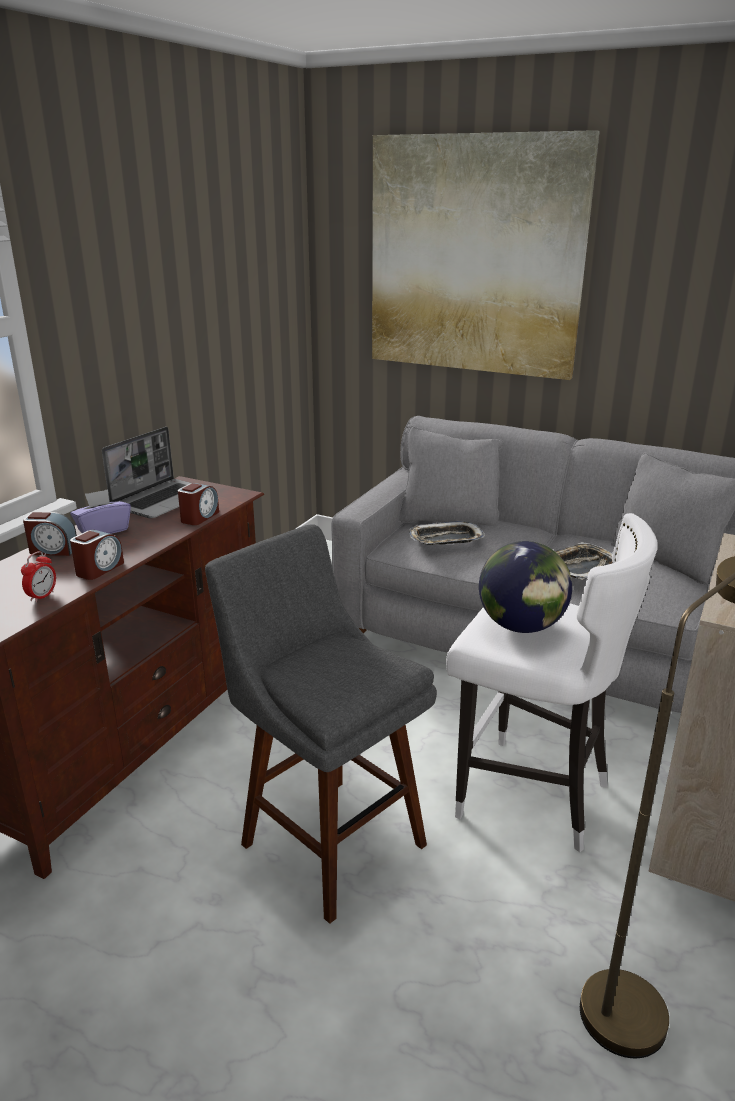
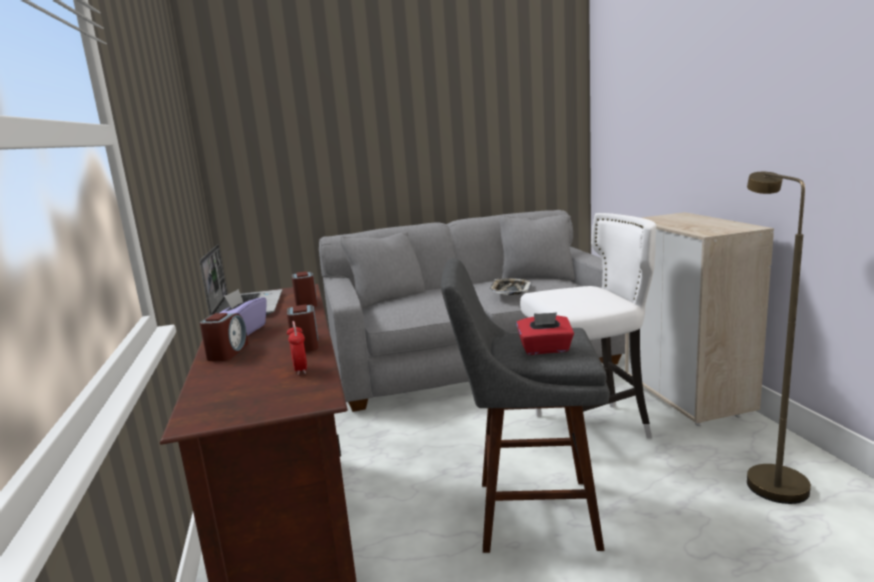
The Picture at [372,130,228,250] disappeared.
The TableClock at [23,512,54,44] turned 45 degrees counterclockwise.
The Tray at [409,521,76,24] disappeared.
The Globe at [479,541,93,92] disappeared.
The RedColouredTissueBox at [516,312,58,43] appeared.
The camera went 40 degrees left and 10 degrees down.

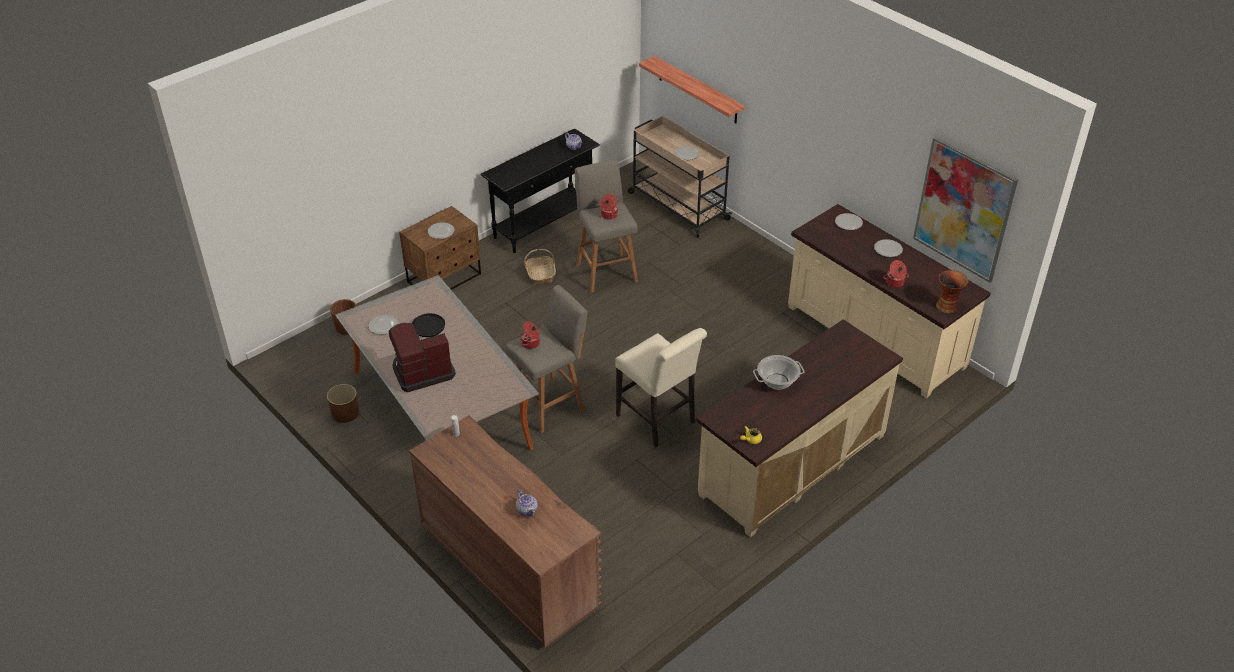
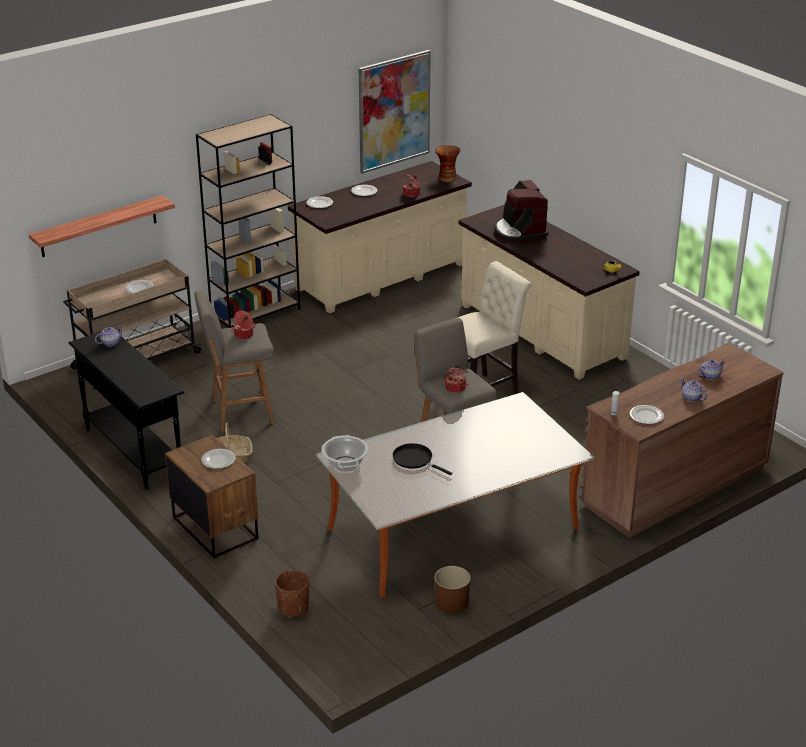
The FlatDish moved from [369,315,29,20] to [630,405,34,19].
The CoffeeMaker moved from [389,323,67,69] to [494,180,54,63].
The Saucepot moved from [753,355,52,35] to [321,435,47,36].
The SandColouredBookcase at [196,114,104,214] appeared.
The Teapot at [680,378,27,24] appeared.
The camera went 85 degrees left and 10 degrees down.

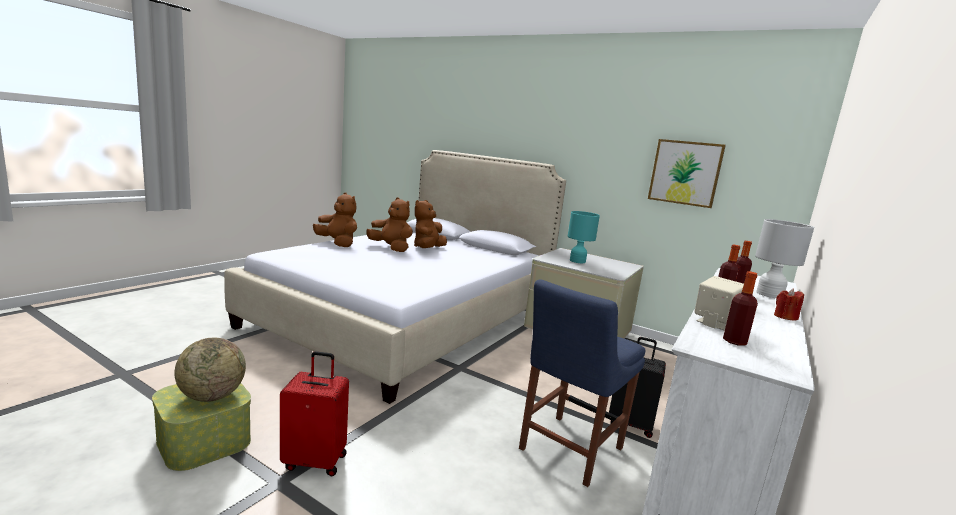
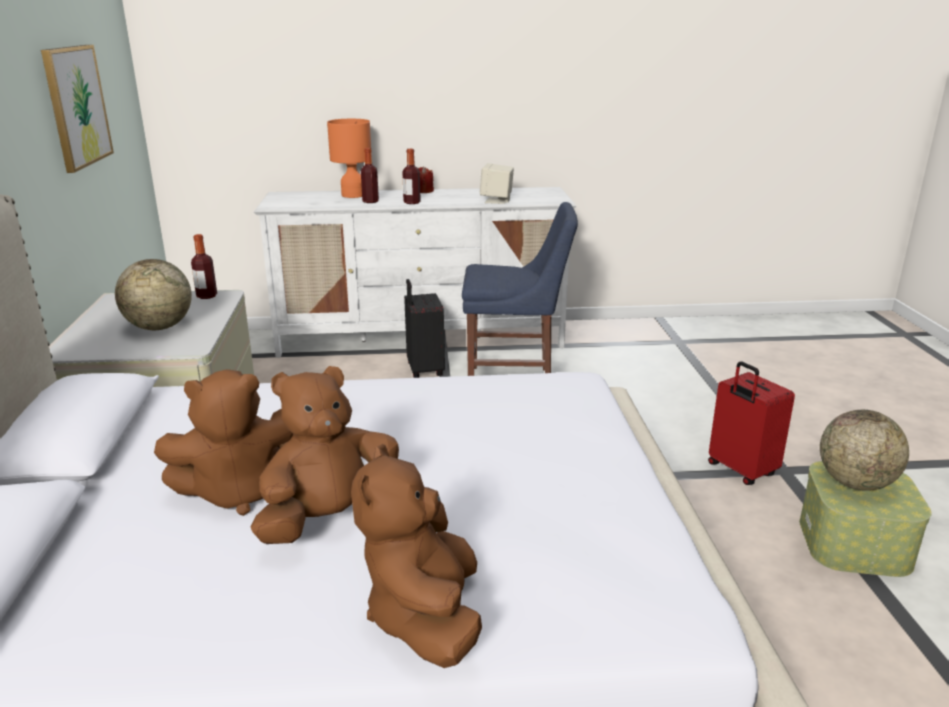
The BrownSoftToy at [366,197,47,55] turned 60 degrees clockwise.
The TurquoiseTabletopLamp at [568,211,32,52] was replaced by the Globe at [115,259,77,71].
The GreyishTabletopLamp at [755,219,59,79] became the OrangeColouredTabletopLamp at [327,119,44,79].
The BeverageBottle moved from [723,271,35,75] to [191,234,26,65].
The camera went 125 degrees left and 10 degrees up.

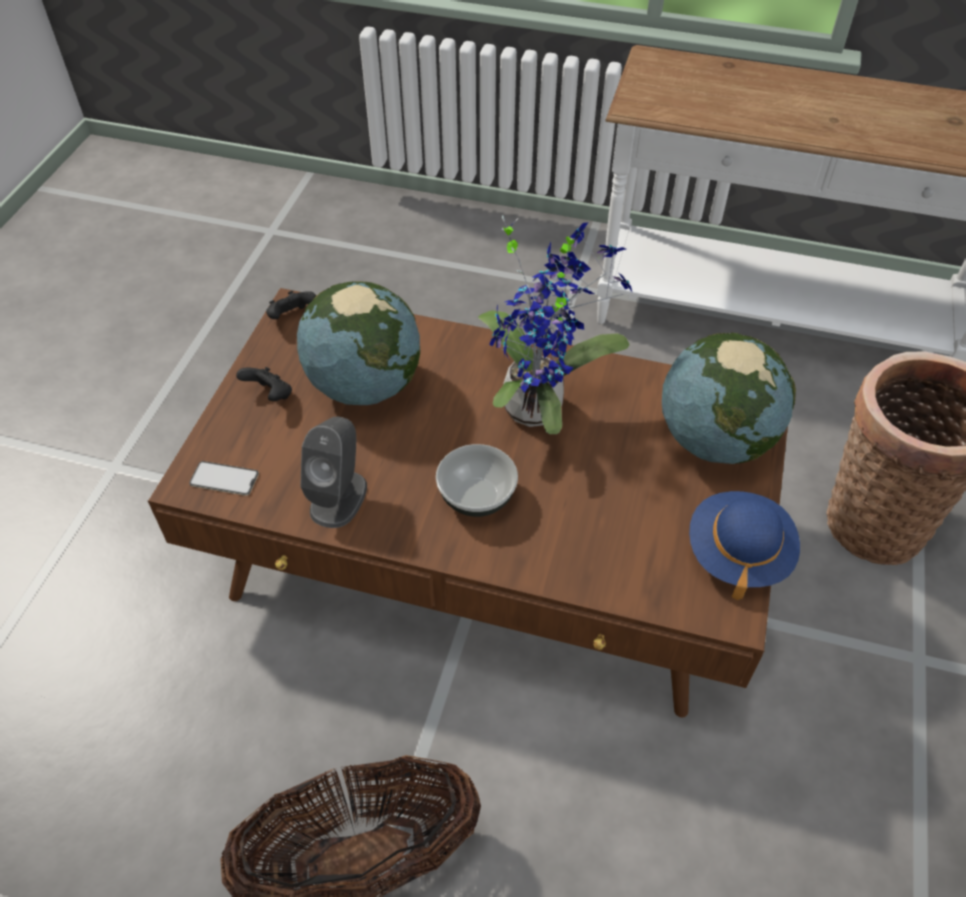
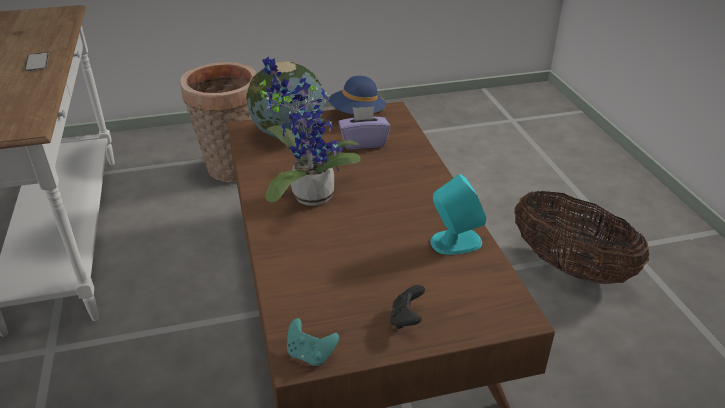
The Globe at [297,282,124,123] disappeared.
The BlackColouredJoypad at [266,291,50,28] became the TurquoiseJoypad at [287,318,52,48].
The GreyishAudioSpeaker at [300,417,67,111] became the TurquoiseAudioSpeaker at [431,174,55,81].
The DeepDish at [436,444,82,73] disappeared.
The Handset moved from [189,461,70,35] to [24,52,25,19].
The PurpleTissueBox at [338,106,52,43] appeared.
The camera went 120 degrees left and 15 degrees down.

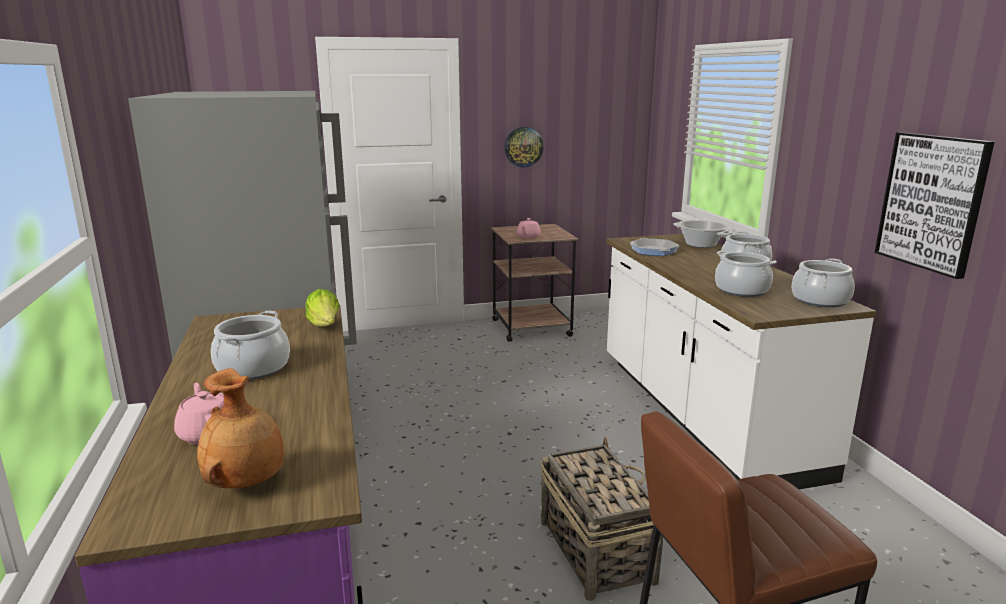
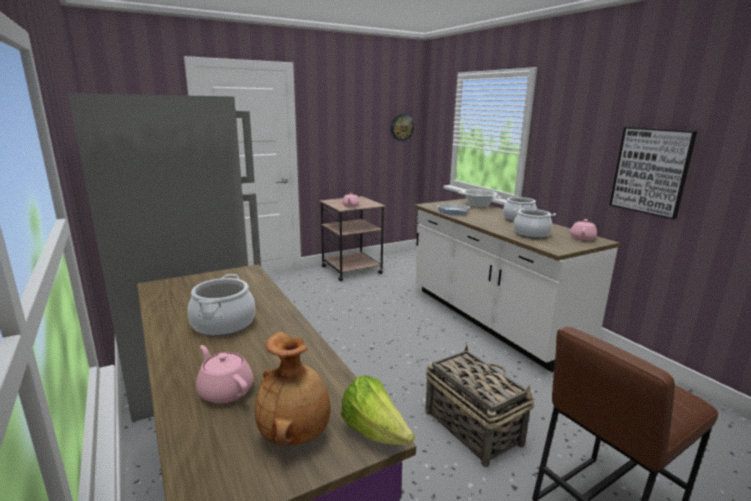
The HangingClock moved from [504,127,39,41] to [391,114,23,27].
The Saucepot at [791,258,64,49] was replaced by the PinkColouredTeapot at [570,219,27,22].
The LettuceHead moved from [305,289,35,38] to [341,375,74,70].
The camera went 15 degrees left and 0 degrees up.

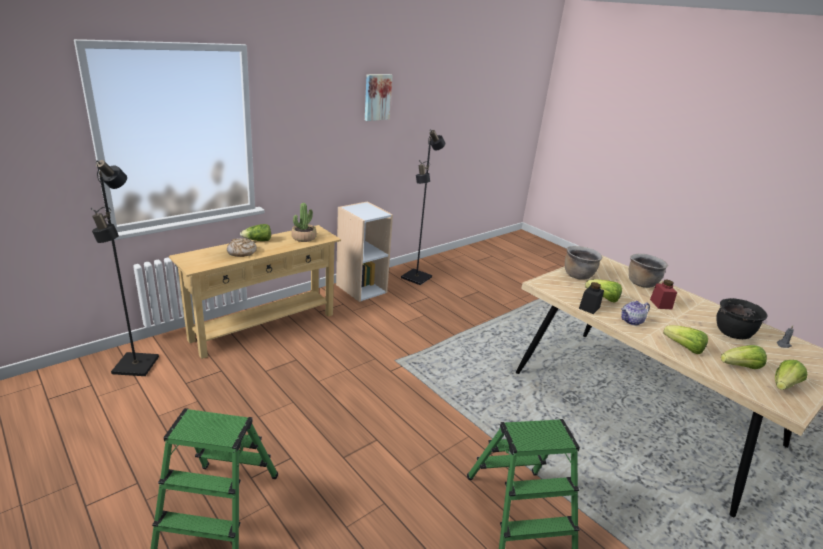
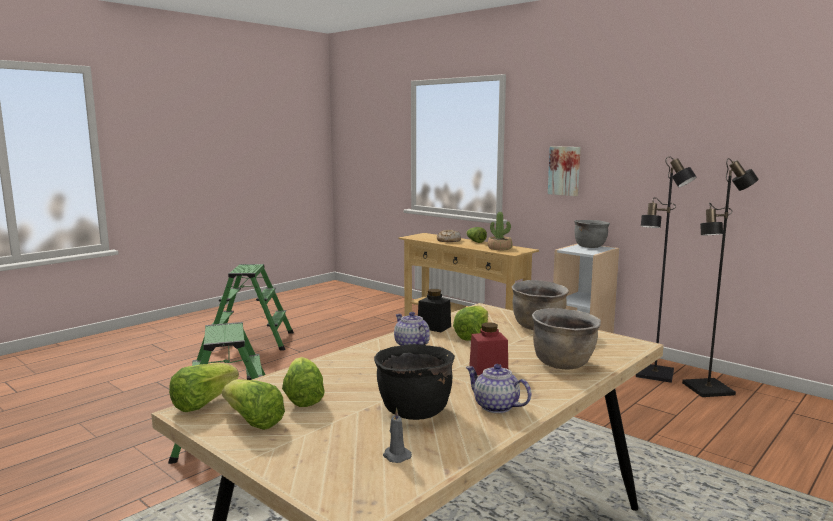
The Picture moved from [365,74,28,47] to [548,146,33,50].
The BlackColouredStandardLamp moved from [91,160,68,216] to [682,158,77,239].
The LettuceHead moved from [663,325,45,29] to [169,363,70,49].
The GreyishSaucepot at [574,220,36,28] appeared.
The Teapot at [466,364,65,49] appeared.
The camera went 85 degrees right and 15 degrees down.

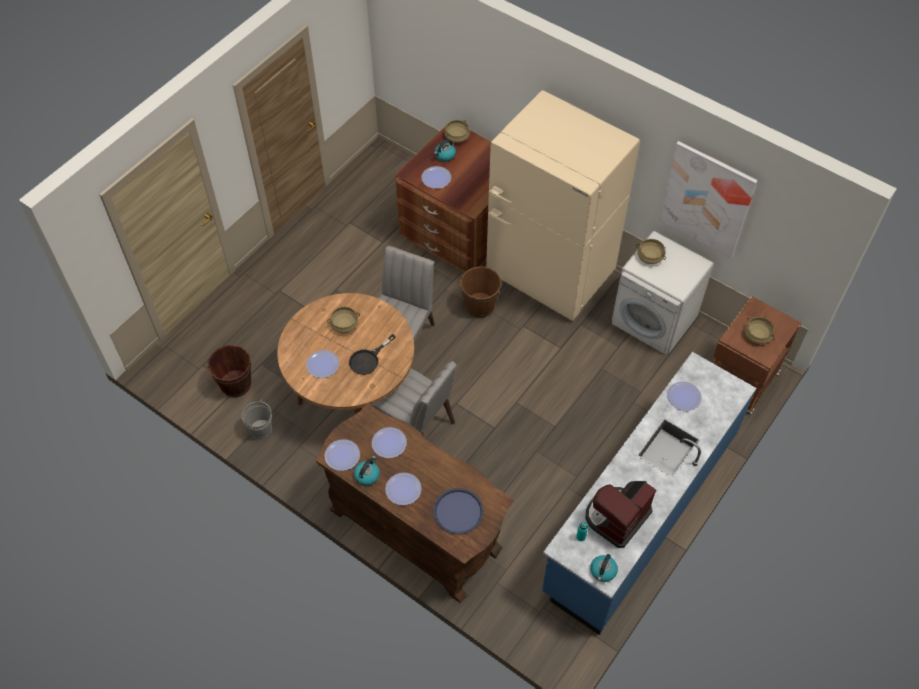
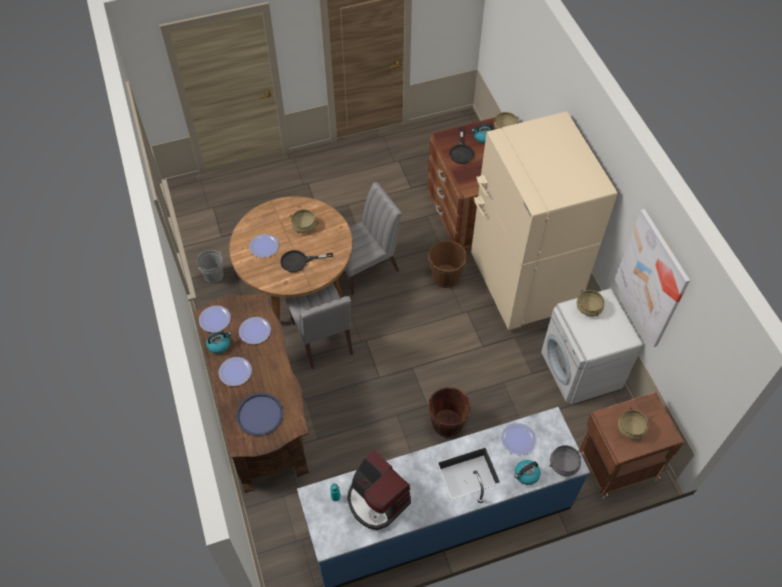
The FlatDish at [421,166,30,23] was replaced by the BlackColouredPan at [449,127,25,37].
The BrownWaterBucket moved from [207,345,45,52] to [428,387,43,51].
The CoffeeMaker at [585,481,71,67] turned 120 degrees counterclockwise.
The TeaKettle moved from [590,554,28,28] to [514,460,26,25].
The GreyishSaucepot at [549,445,32,31] appeared.
The camera went 35 degrees right and 0 degrees up.

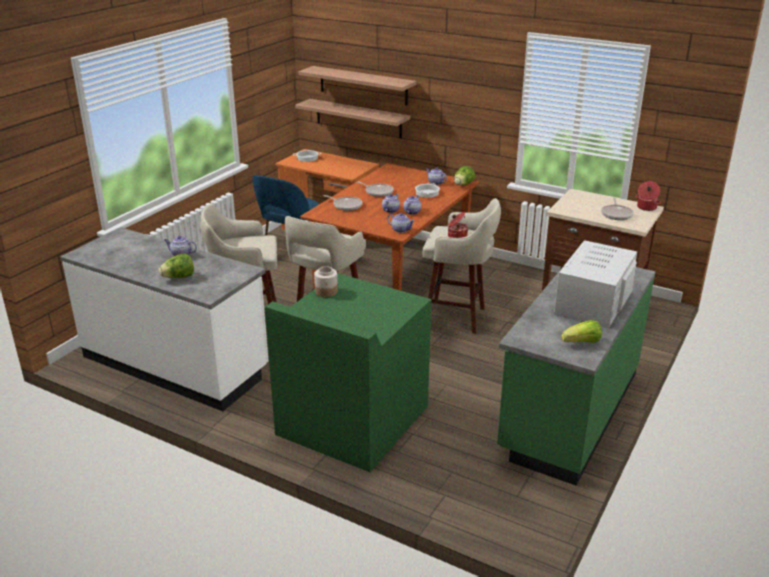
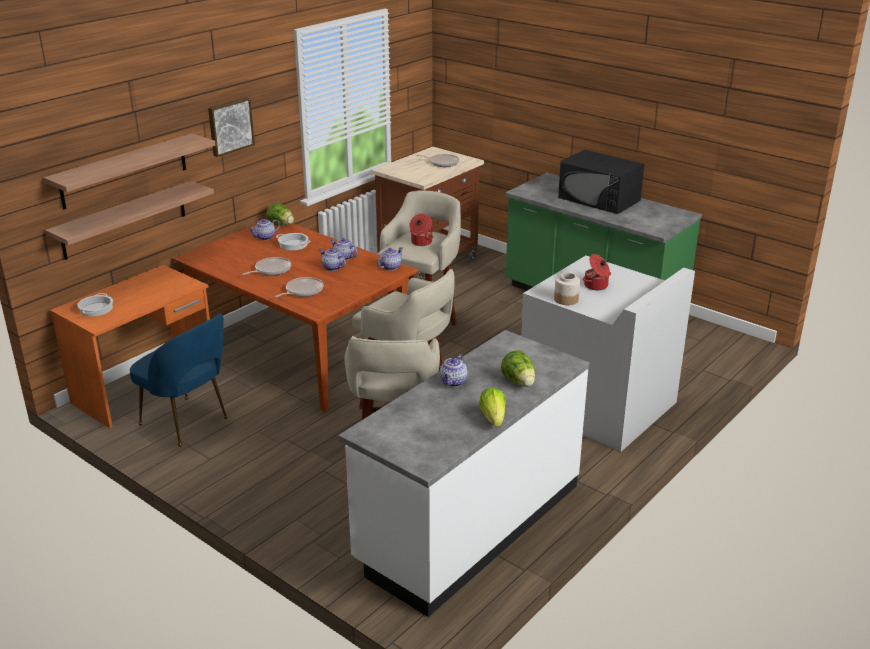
The Saucepot moved from [635,181,26,30] to [583,254,28,36].
The WhiteColouredKitchenMicrowave at [554,240,83,88] became the BlackColouredKitchenMicrowave at [558,150,86,64].
The GreenLaundryAppliance at [265,273,166,199] became the WhiteColouredLaundryAppliance at [521,256,174,196].
The LettuceHead moved from [561,320,41,23] to [479,387,27,39].
The Picture at [208,97,47,60] appeared.
The camera went 80 degrees left and 0 degrees up.

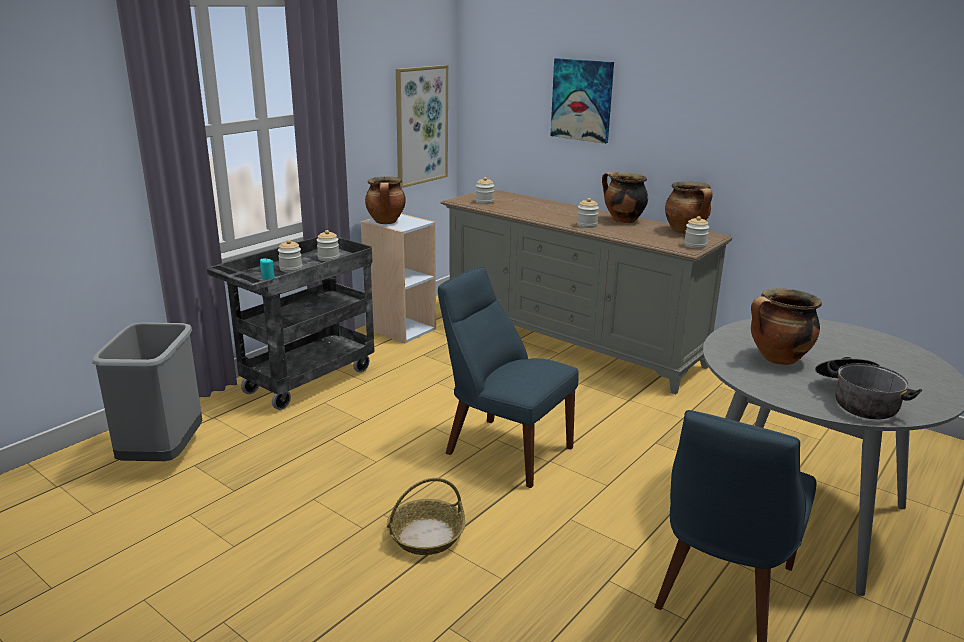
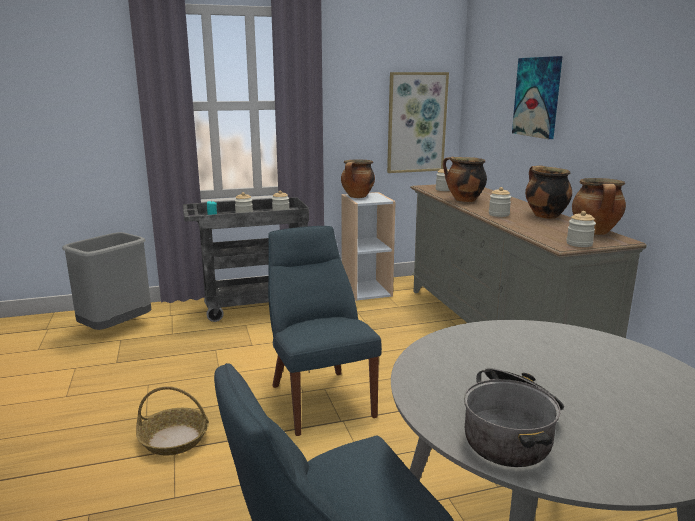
The Saucepot moved from [751,288,71,77] to [443,157,44,45].
The camera went 35 degrees right and 5 degrees down.

